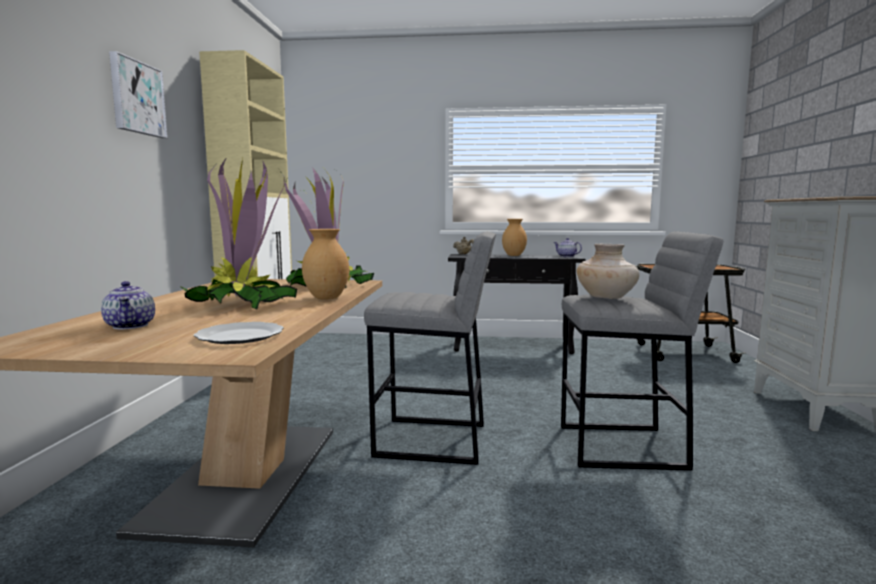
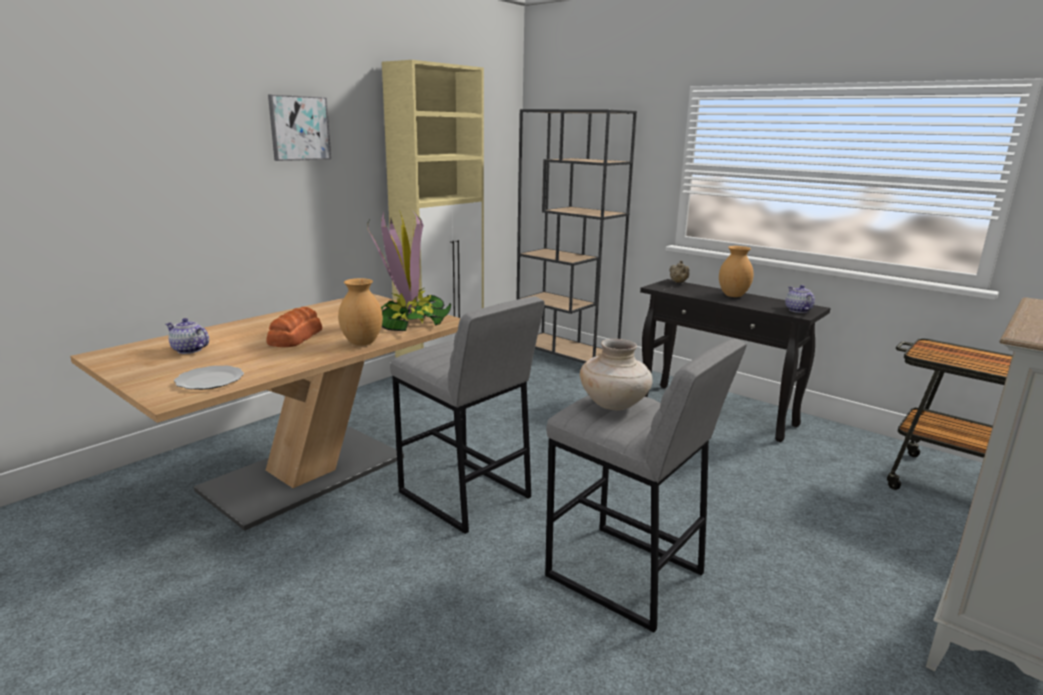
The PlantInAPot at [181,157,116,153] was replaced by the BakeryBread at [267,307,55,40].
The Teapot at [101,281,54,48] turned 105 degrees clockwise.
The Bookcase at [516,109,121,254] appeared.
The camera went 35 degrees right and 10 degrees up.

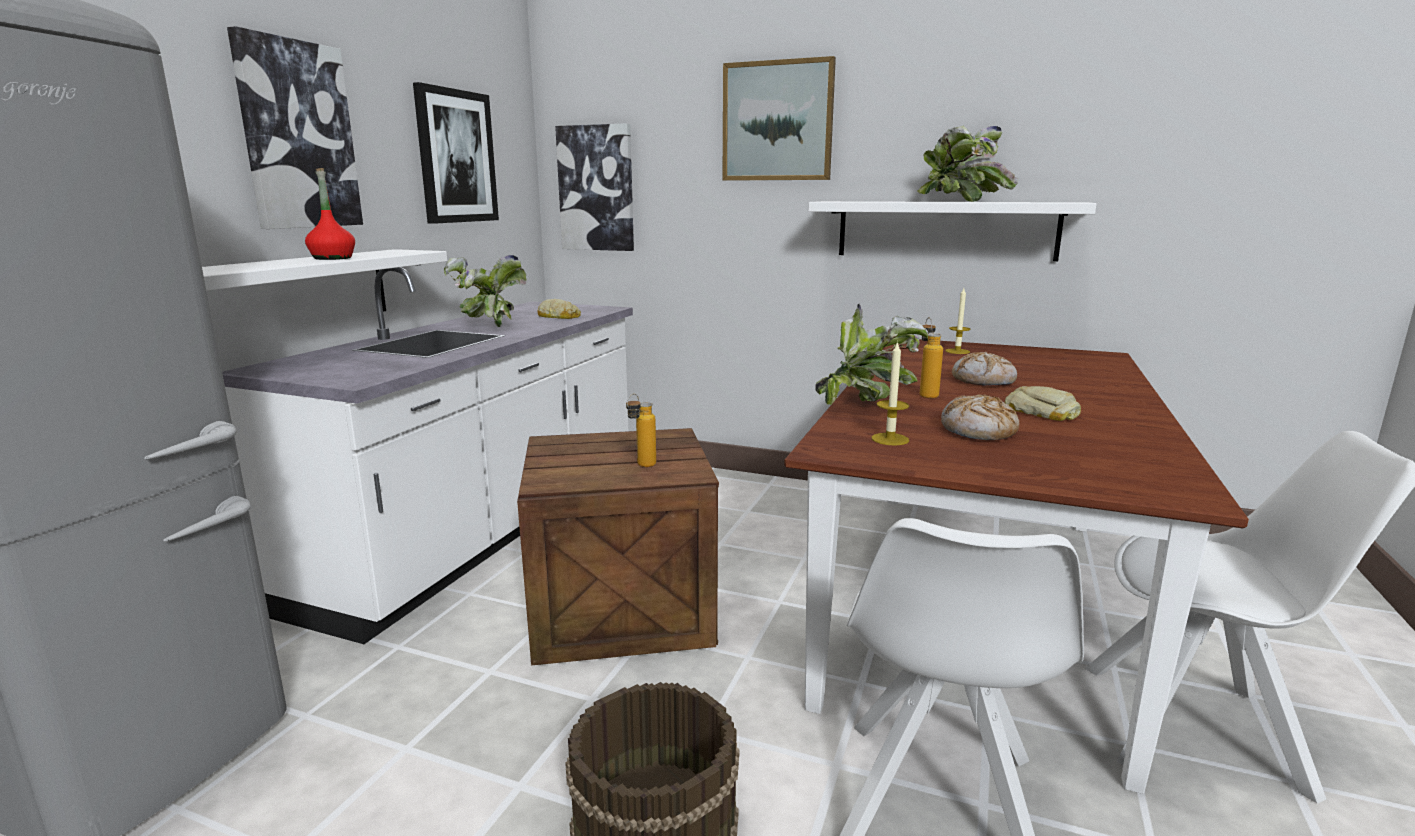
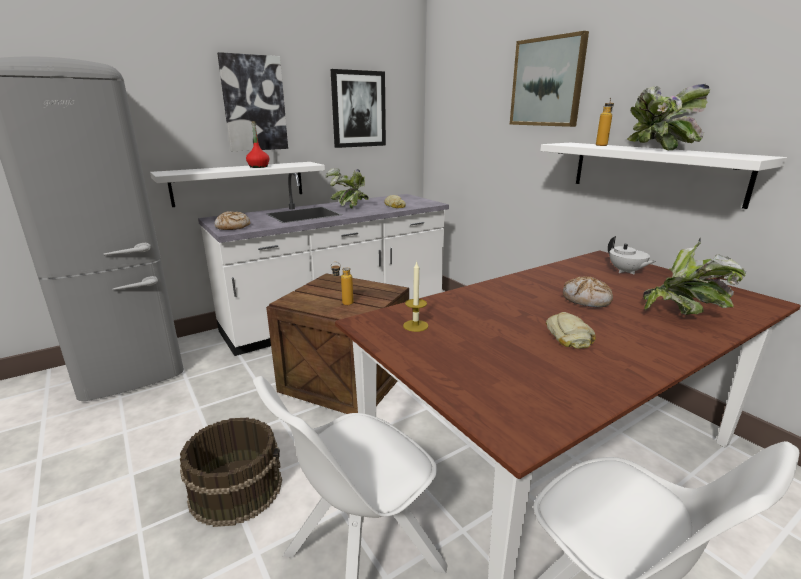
The Picture at [555,123,79,128] disappeared.
The Candle at [945,288,26,66] was replaced by the WhiteColouredTeapot at [608,236,48,39].
The PlantInAPot moved from [816,304,112,102] to [643,237,103,78].
The BeverageBottle moved from [919,317,24,81] to [596,97,18,49].
The BakeryBread moved from [941,394,78,46] to [214,212,36,18].
The camera went 35 degrees right and 5 degrees up.

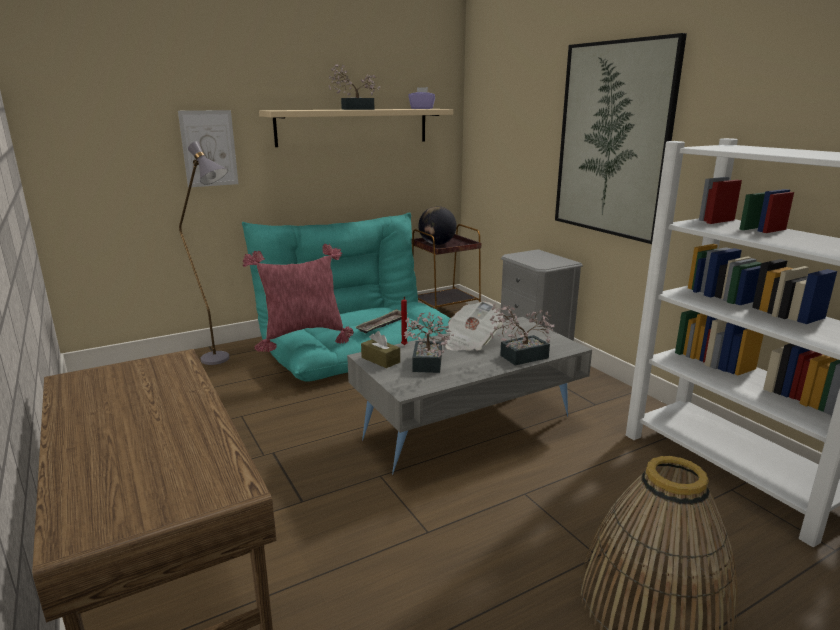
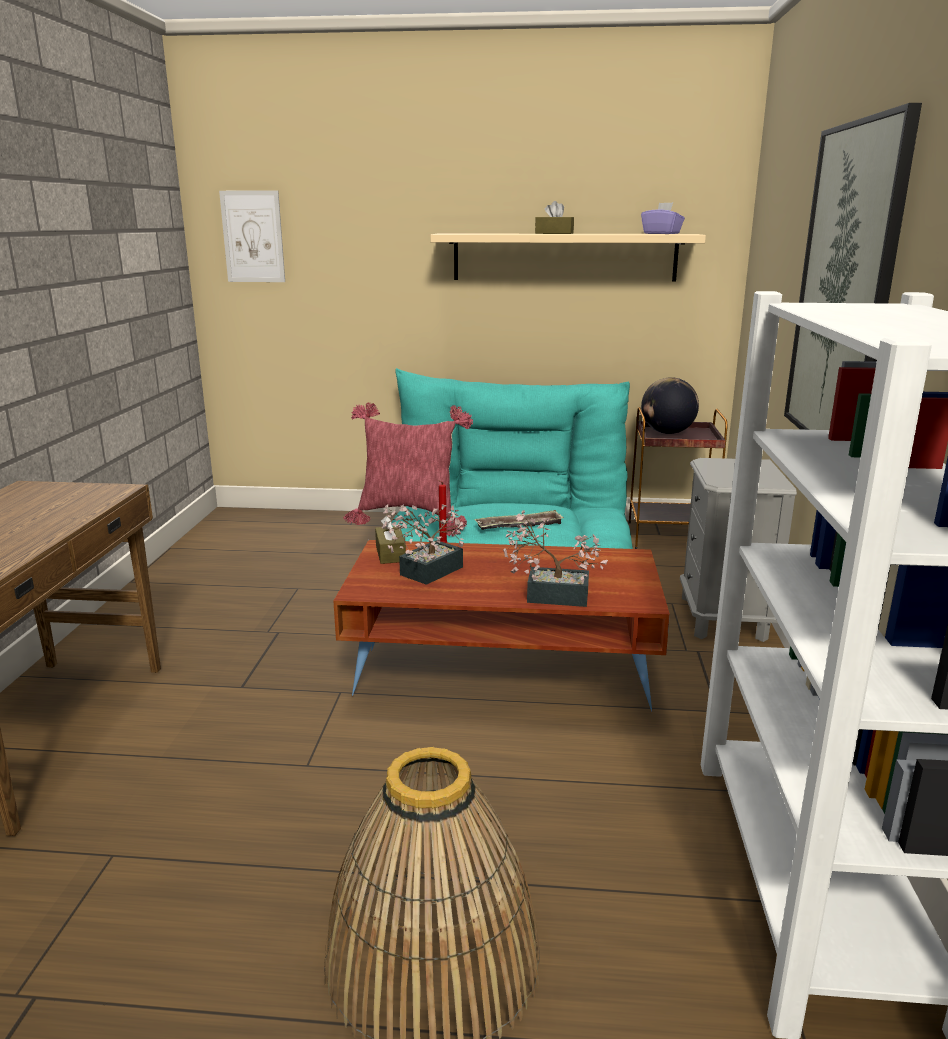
The PlantInAPot at [329,64,51,46] was replaced by the BrownTissueBox at [535,201,39,33].
The Picture moved from [178,110,61,77] to [219,190,66,92].
The GreyishStandardLamp at [179,141,50,224] disappeared.
The PrintedPaper at [445,301,58,50] disappeared.
The GreyishLoungeTable at [347,317,245,158] became the BrownLoungeTable at [333,540,337,172].
The camera went 35 degrees right and 0 degrees up.

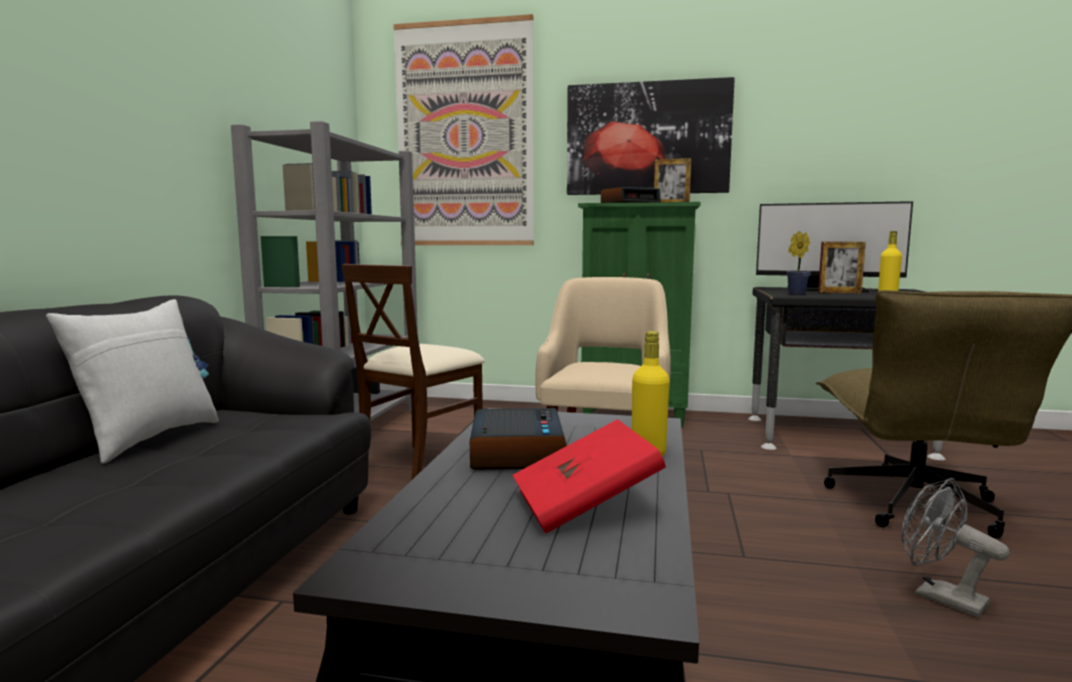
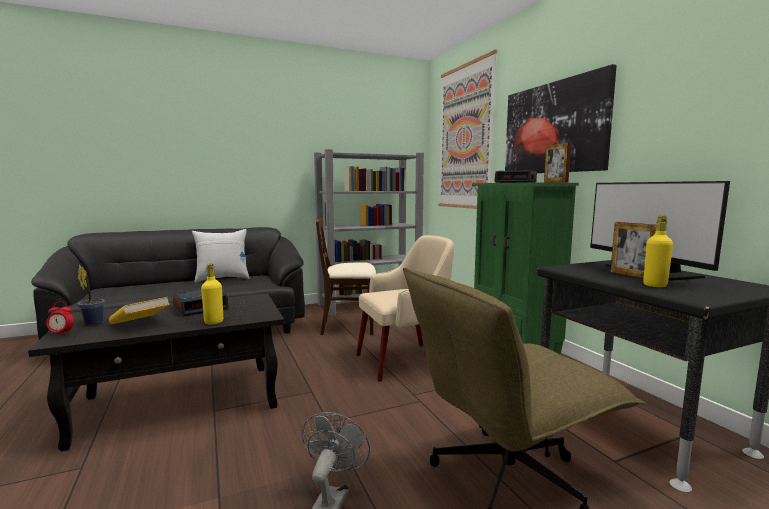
The PlantInAPot moved from [786,231,25,64] to [78,265,27,60].
The RedColouredBook at [512,419,154,115] became the YellowColouredBook at [109,297,61,27].
The TableClock at [46,302,28,33] appeared.
The camera went 55 degrees right and 0 degrees up.

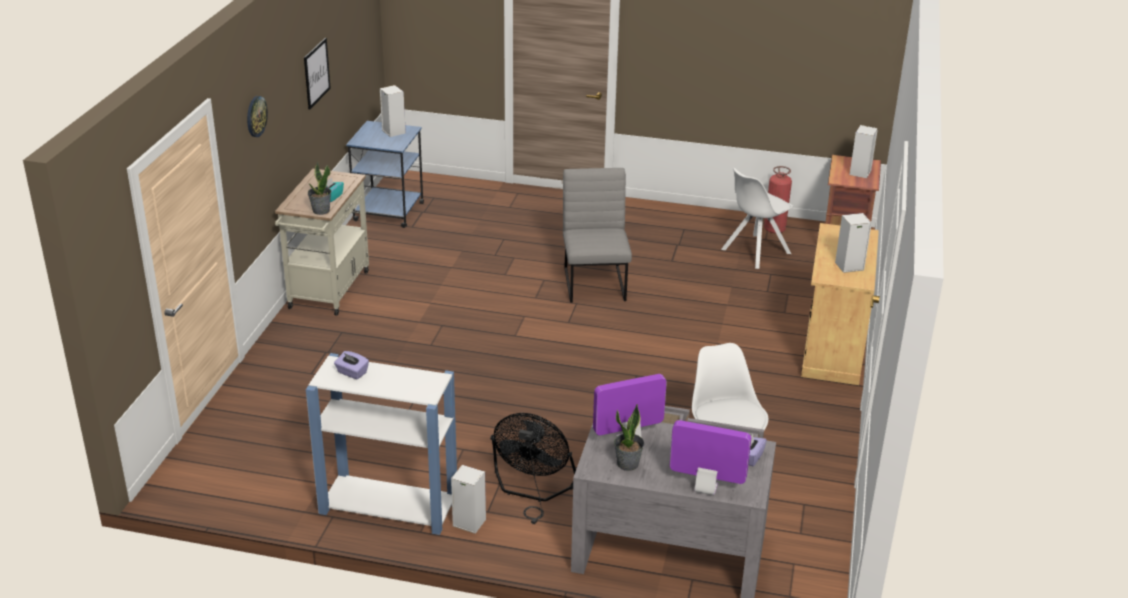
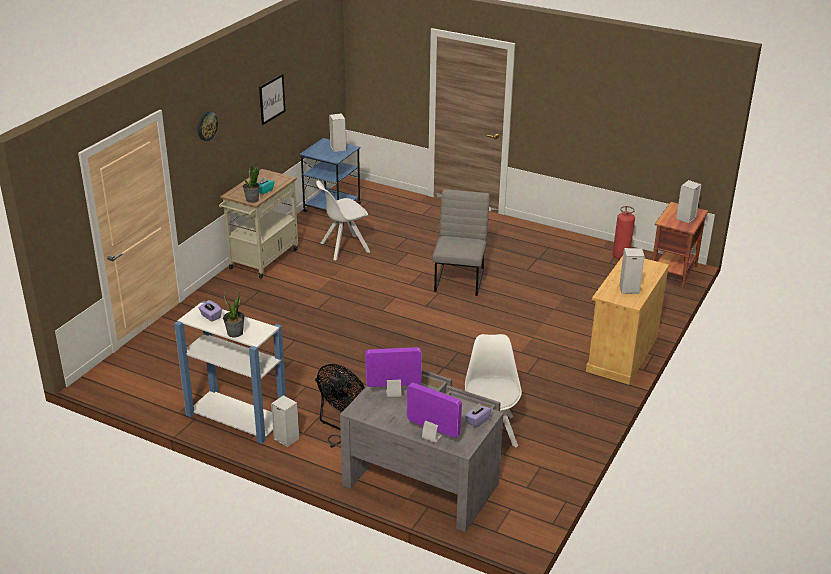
The WhiteColouredUprightChair moved from [721,168,72,101] to [316,181,54,79].
The PlantInAPot moved from [614,404,30,67] to [223,290,22,48].
The camera went 15 degrees right and 0 degrees up.

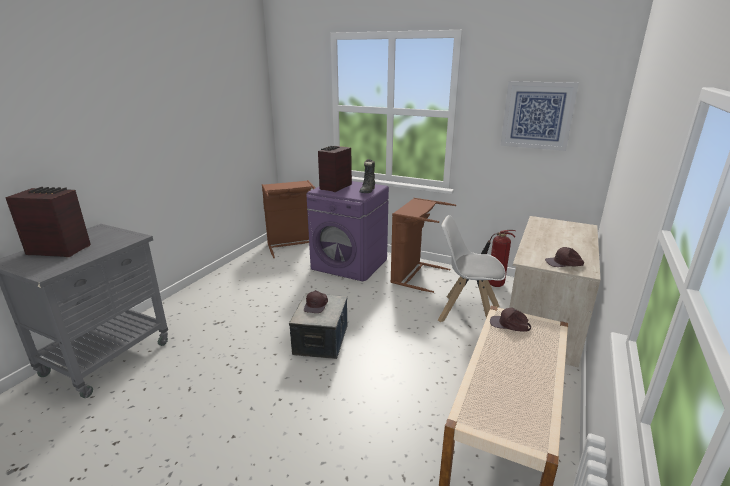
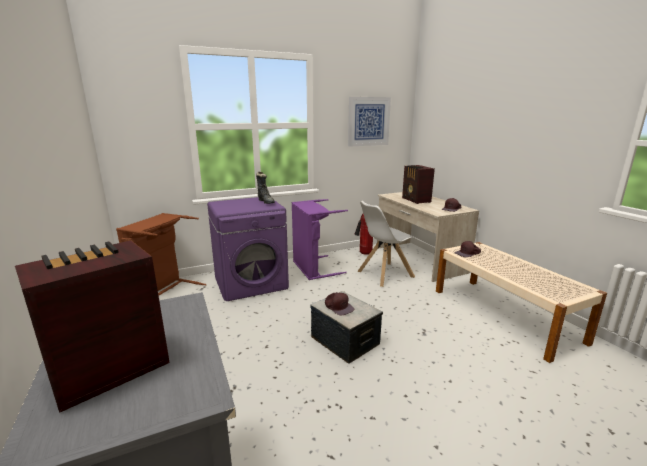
The RadioReceiver moved from [318,146,34,46] to [402,165,33,39].
The BrownHamper at [390,198,66,95] became the PurpleHamper at [292,199,56,81].
The camera went 50 degrees left and 5 degrees down.

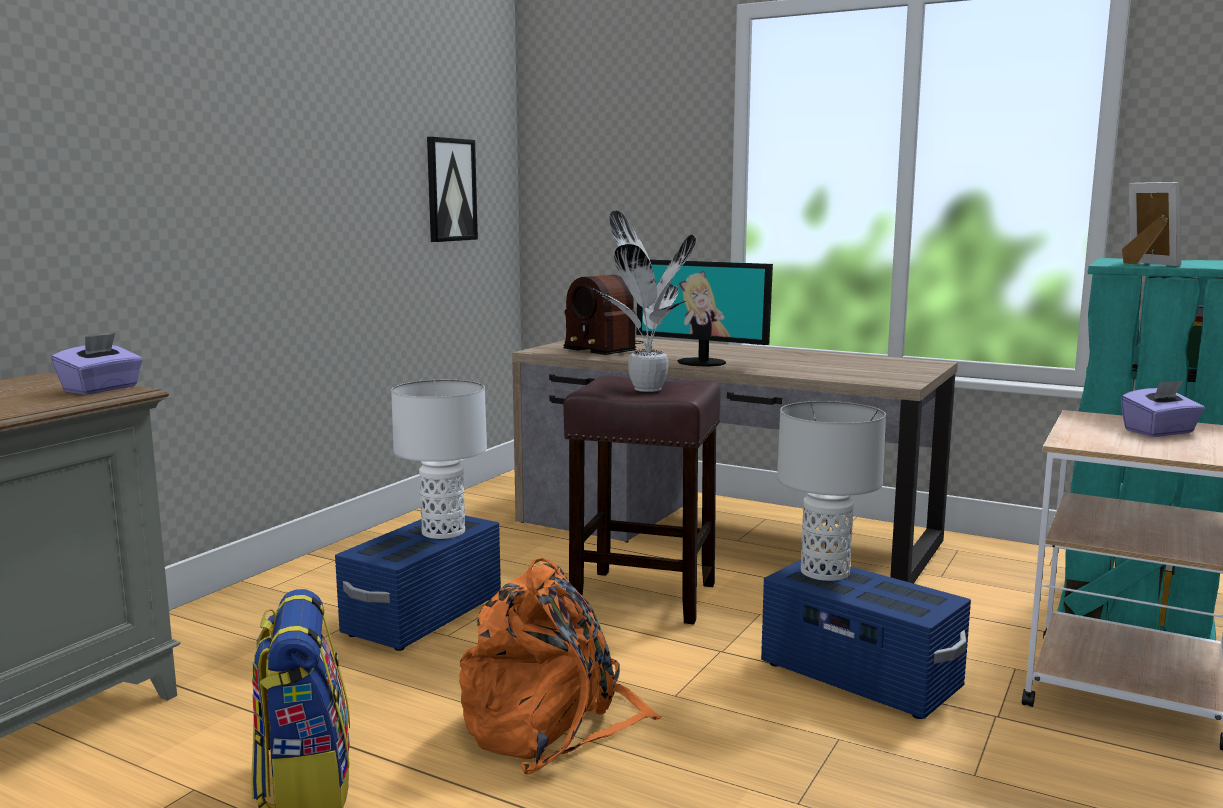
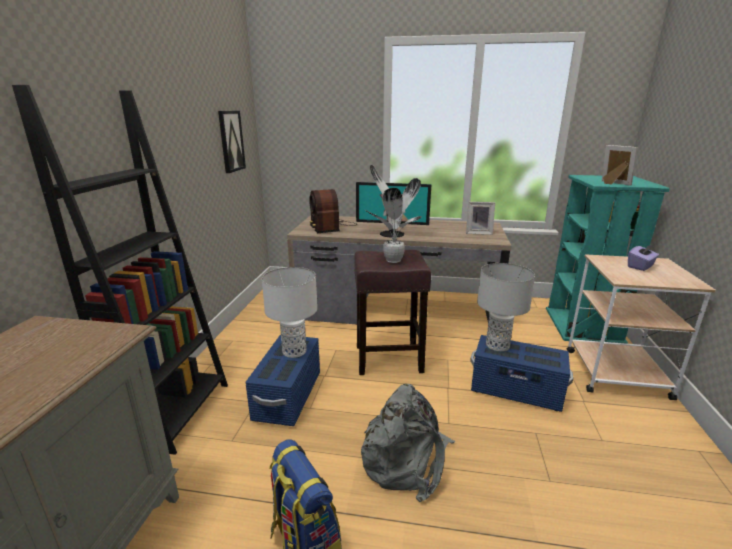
The RadioReceiver at [563,275,81,80] turned 45 degrees clockwise.
The PurpleTissueBox at [51,333,92,62] disappeared.
The OrangeColouredRucksack at [459,558,203,216] became the GreyishRucksack at [361,384,94,118].
The BlackColouredBookcase at [12,85,216,370] appeared.
The PhotoFrame at [466,202,29,33] appeared.
The camera went 20 degrees left and 10 degrees up.

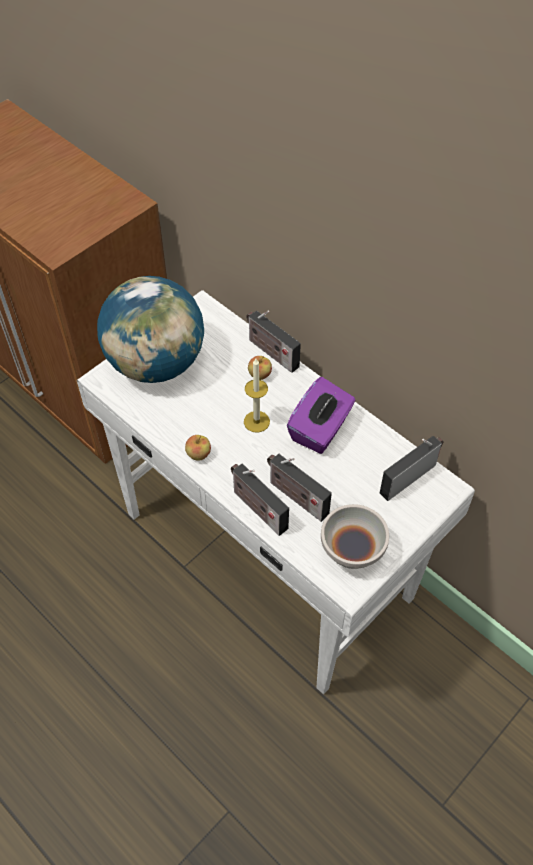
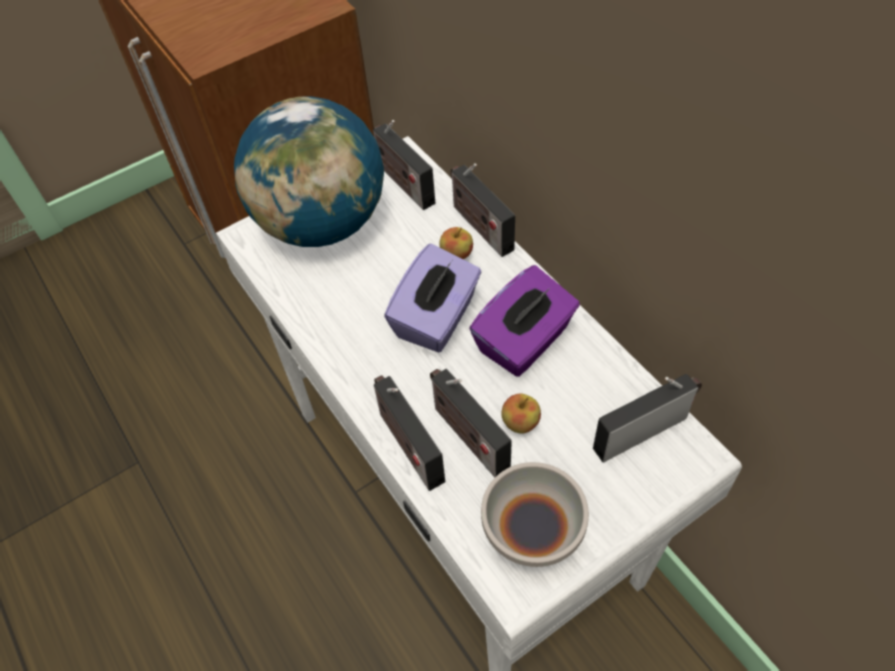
The Candle at [244,359,26,74] was replaced by the PurpleTissueBox at [384,244,97,109].
The AppleFruit moved from [185,435,26,26] to [501,394,40,40].
The RadioReceiver at [373,120,62,90] appeared.
The camera went 15 degrees right and 0 degrees up.

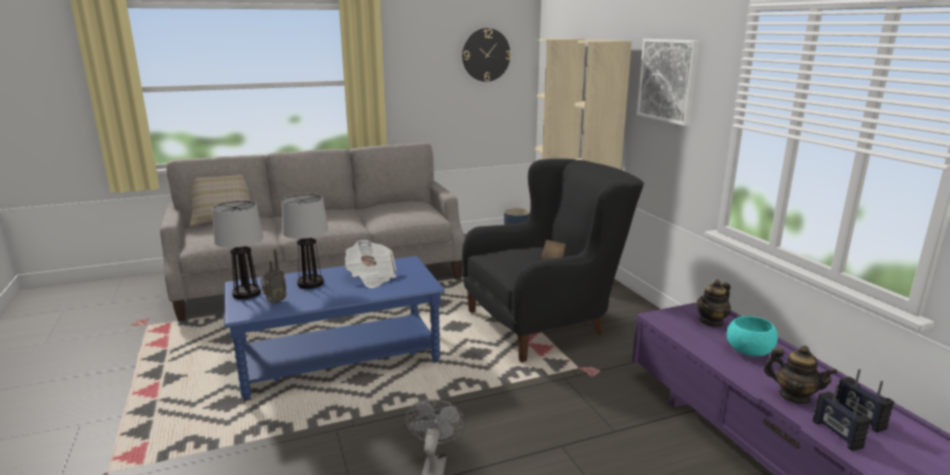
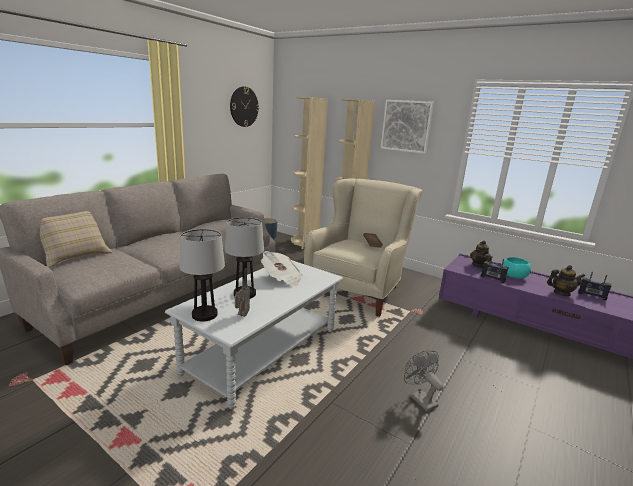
The BlackColouredArmchair at [462,159,182,203] became the SandColouredArmchair at [304,178,119,139].
The BluishLoungeTable at [224,256,221,144] became the GreyishLoungeTable at [165,260,178,149].
The RadioReceiver moved from [813,384,58,67] to [481,256,28,27].
The camera went 35 degrees left and 0 degrees up.

